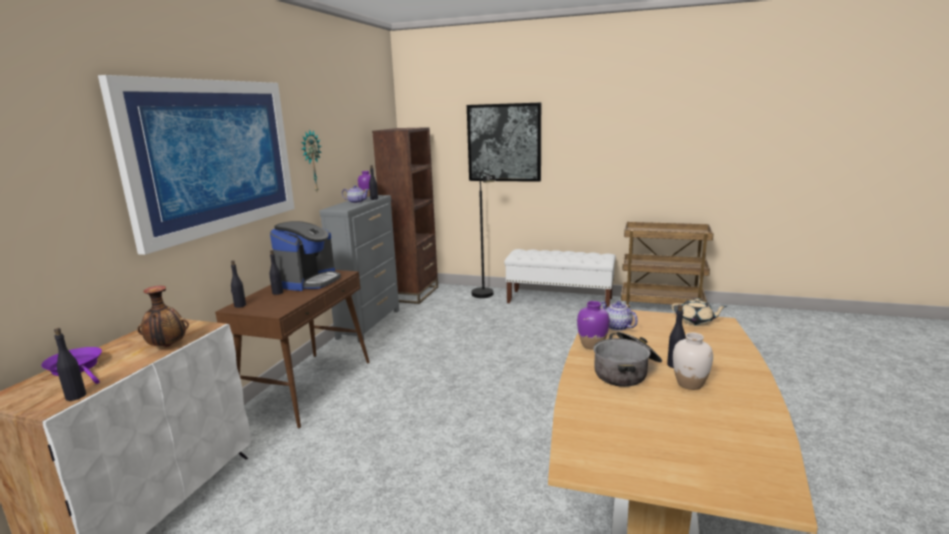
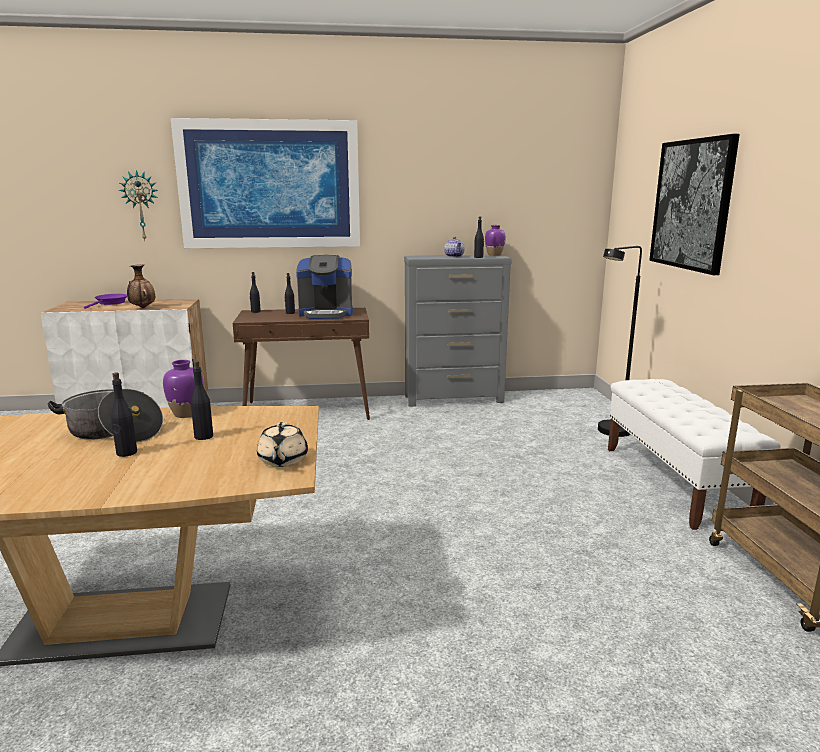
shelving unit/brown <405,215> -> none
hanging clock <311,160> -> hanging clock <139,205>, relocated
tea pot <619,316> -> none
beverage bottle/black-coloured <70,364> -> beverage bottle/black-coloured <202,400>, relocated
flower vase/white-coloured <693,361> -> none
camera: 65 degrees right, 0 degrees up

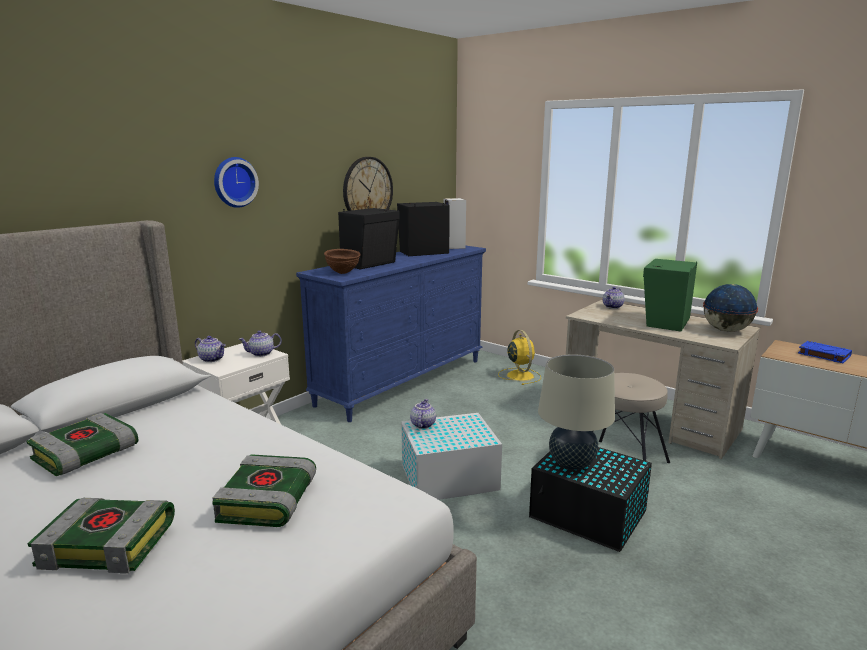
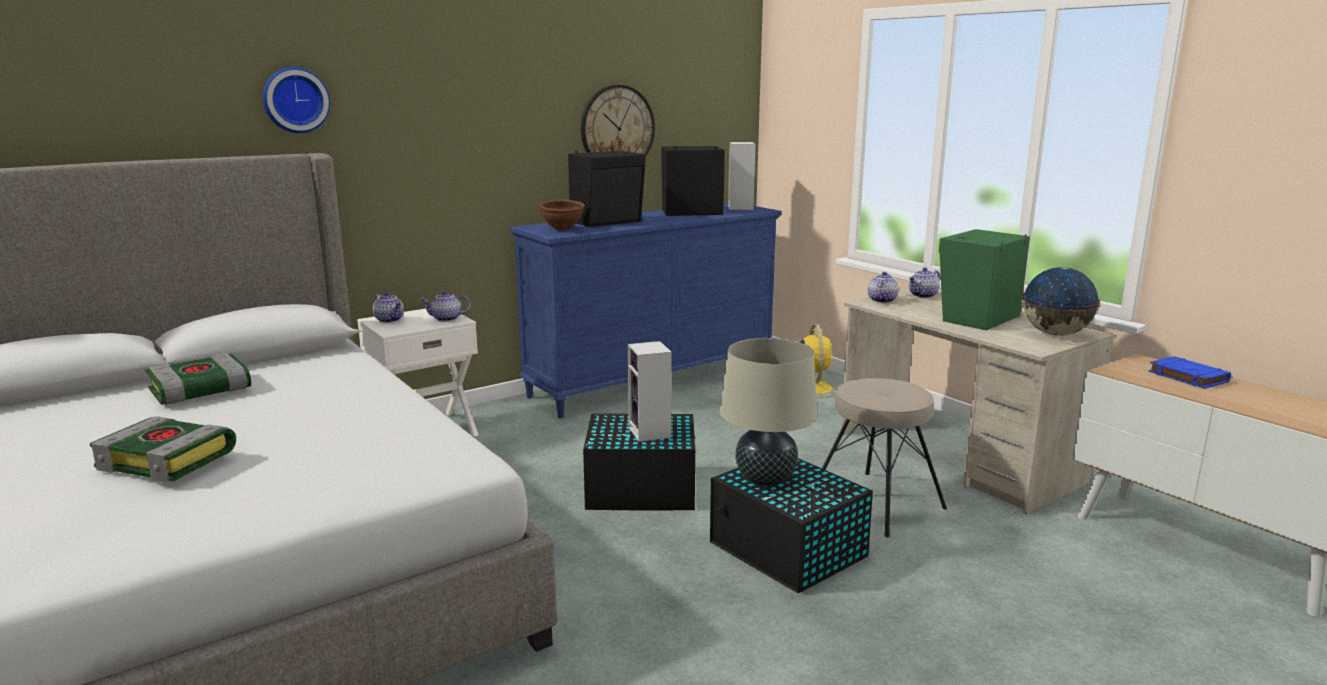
hanging clock <236,182> -> hanging clock <296,100>, relocated
tea pot <423,414> -> tea pot <883,287>, relocated
storage box/white-coloured <451,456> -> storage box/black-coloured <639,462>
book <264,490> -> none
none -> audio speaker <649,391>
camera: 15 degrees right, 0 degrees up

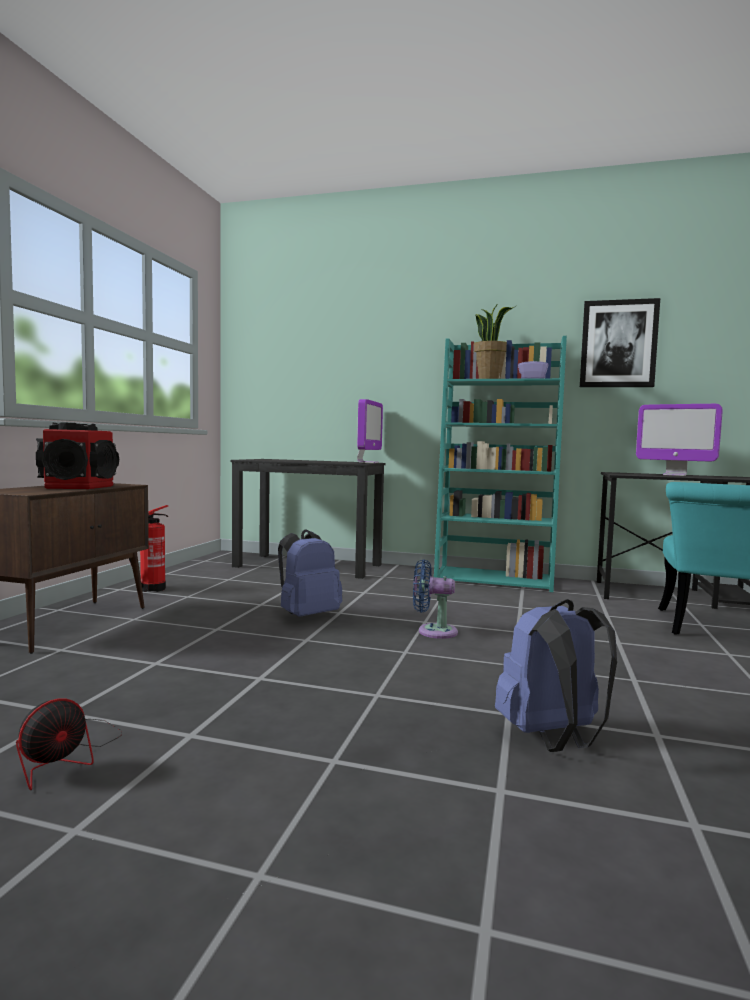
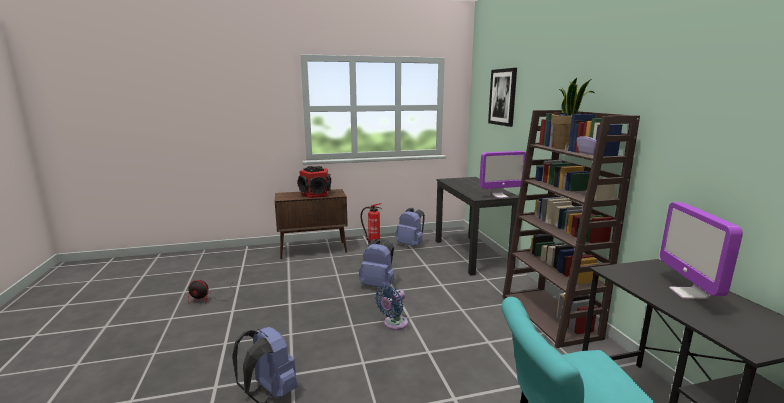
wall picture <620,342> -> wall picture <502,97>, relocated
shelving unit/turquoise-coloured <500,464> -> shelving unit/brown <571,229>
cooling fan/bluish <435,599> -> cooling fan/bluish <391,307>, 120 degrees counterclockwise
none -> knapsack/bluish <410,227>
camera: 60 degrees right, 10 degrees up

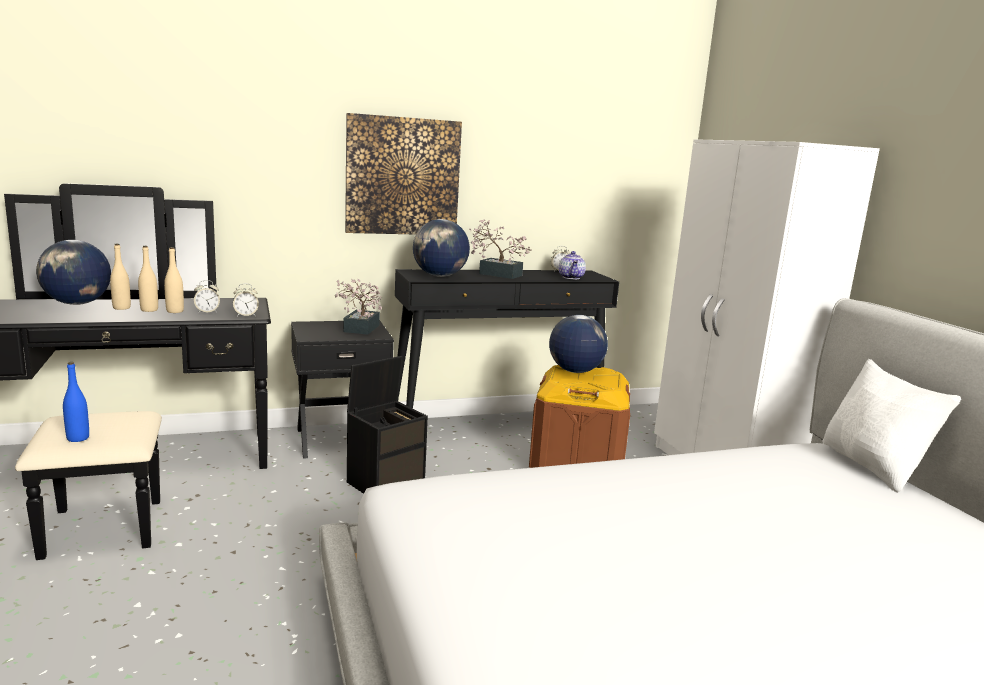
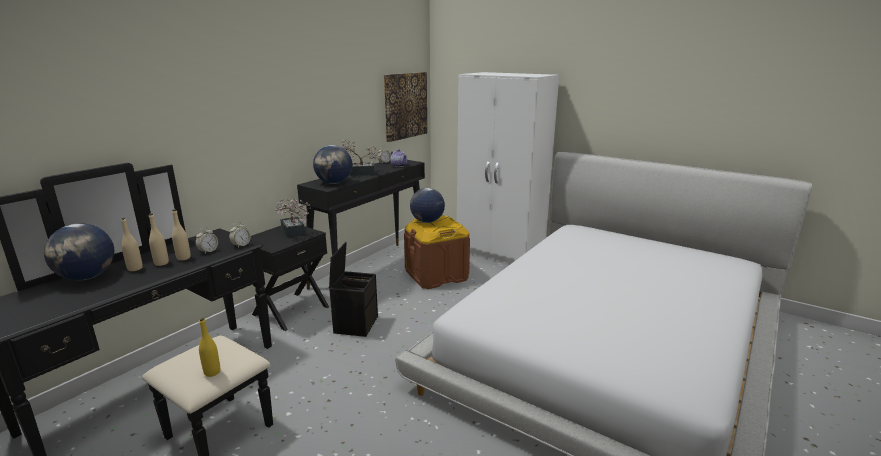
wall picture <403,174> -> wall picture <405,107>, relocated
cushion/white-coloured <891,426> -> none
beverage bottle/bluish <76,402> -> beverage bottle/yellow <209,347>
camera: 35 degrees left, 5 degrees up

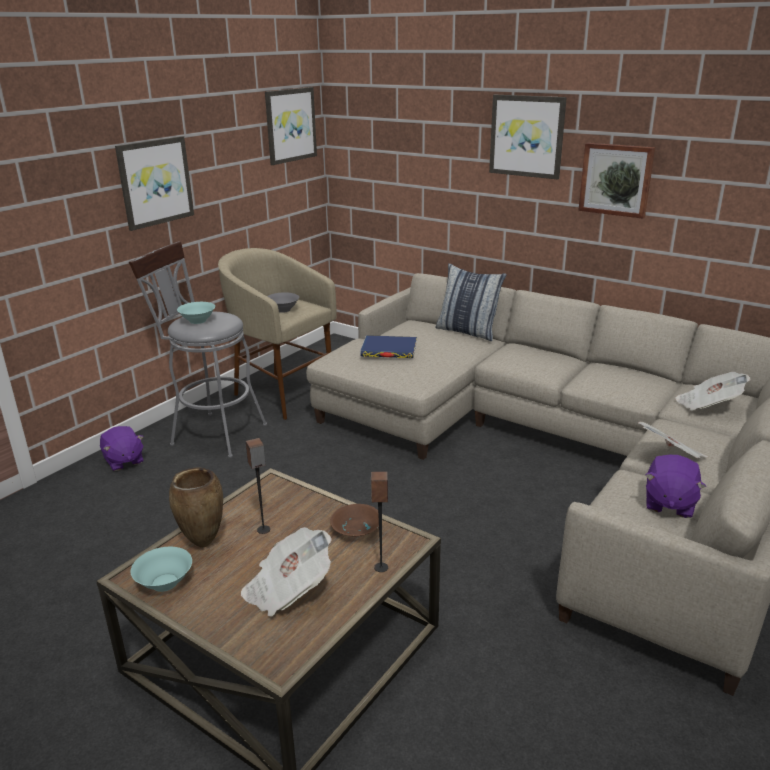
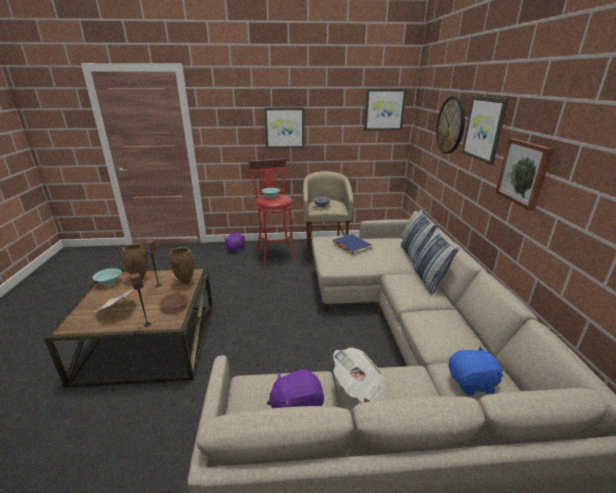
stool seat/grey <198,349> -> stool seat/reddish <273,212>
printed paper <713,391> -> soft toy/bluish <475,371>
none -> hanging clock <450,125>
none -> cushion <436,261>
none -> flower vase/brown <182,265>
camera: 50 degrees right, 0 degrees up

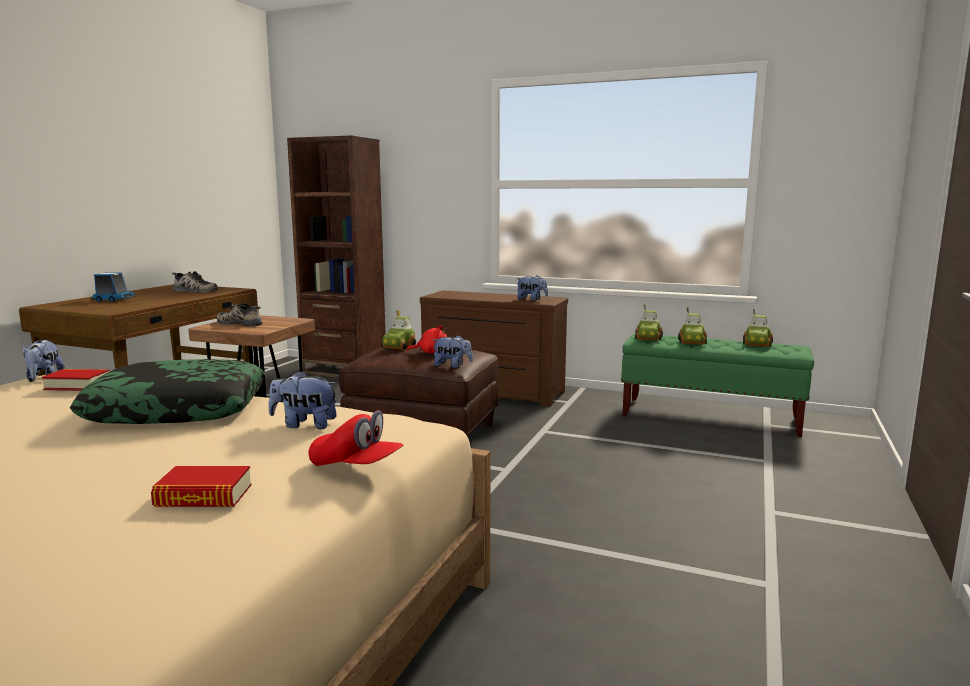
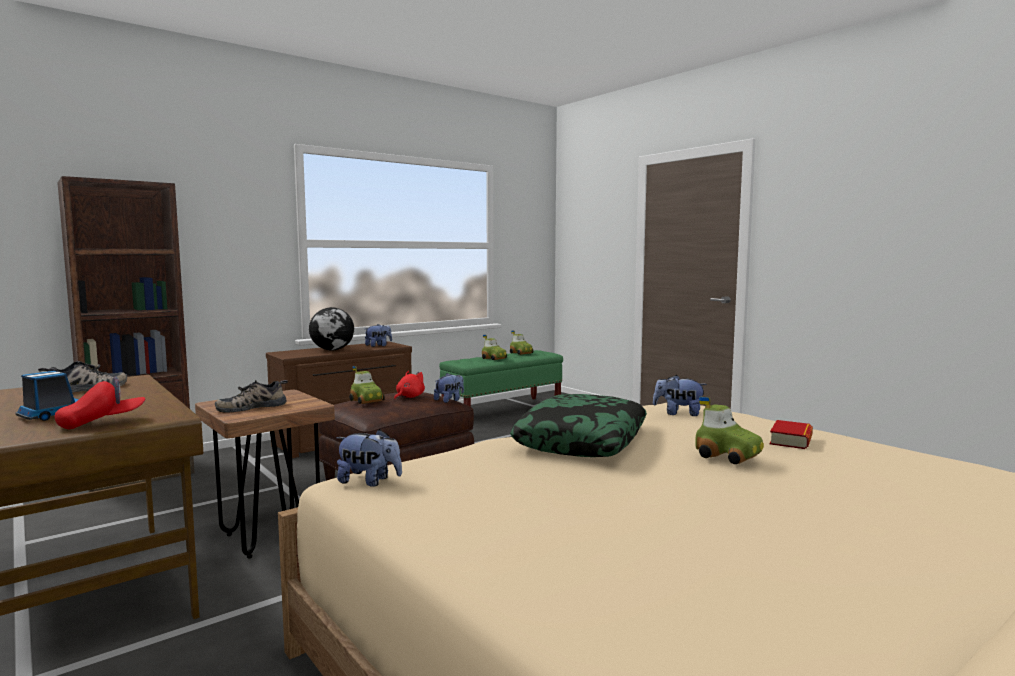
miniature car <649,322> -> miniature car <729,430>, relocated
book <76,380> -> none
soft toy <303,400> -> soft toy <680,395>, 75 degrees clockwise
cap/reddish <356,438> -> cap/reddish <100,402>, relocated
none -> world globe <331,329>
camera: 60 degrees left, 5 degrees down

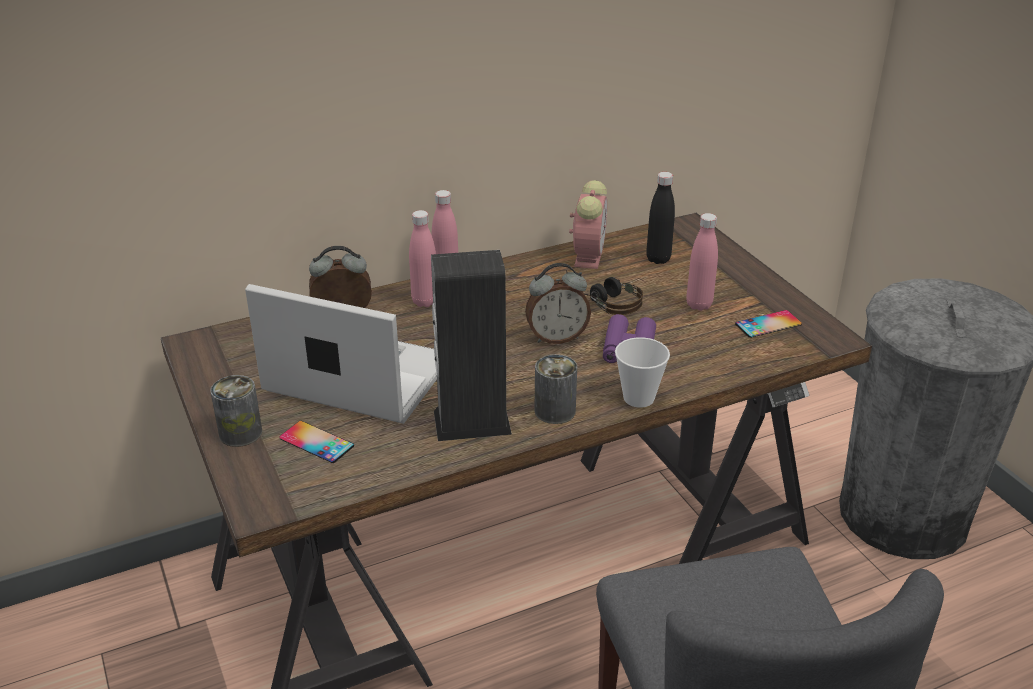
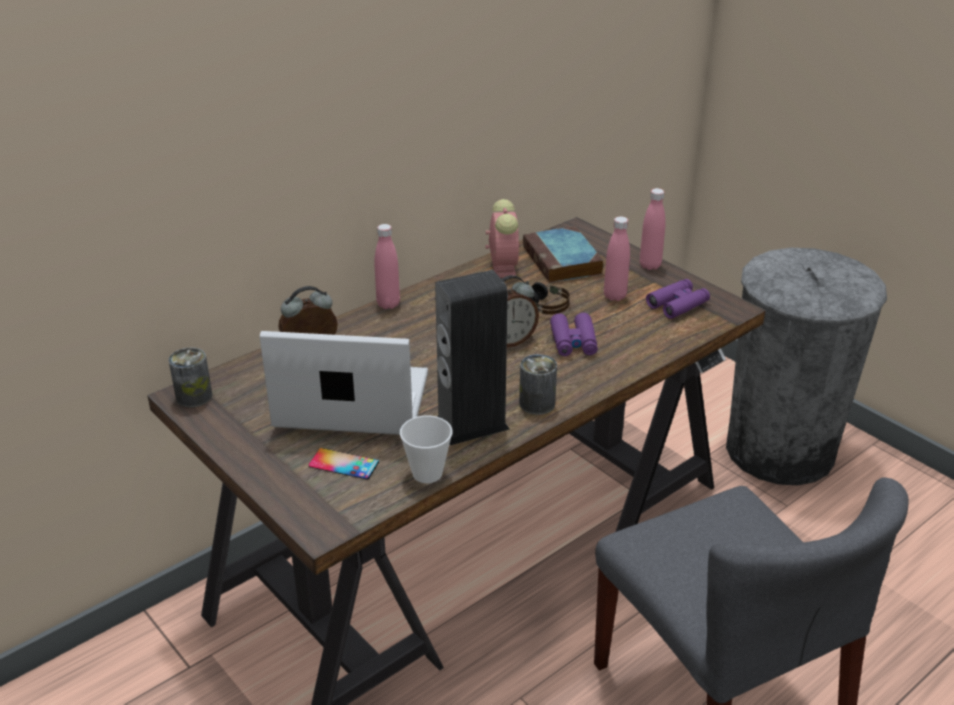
beverage bottle/black-coloured <660,218> -> book <563,254>
beverage bottle/pink <422,258> -> beverage bottle/pink <653,229>, relocated
phone <768,324> -> pair of binoculars/purple <678,299>
small cup <642,372> -> small cup <426,449>, relocated
sealed can <236,411> -> sealed can <191,378>, relocated
camera: 15 degrees left, 0 degrees up

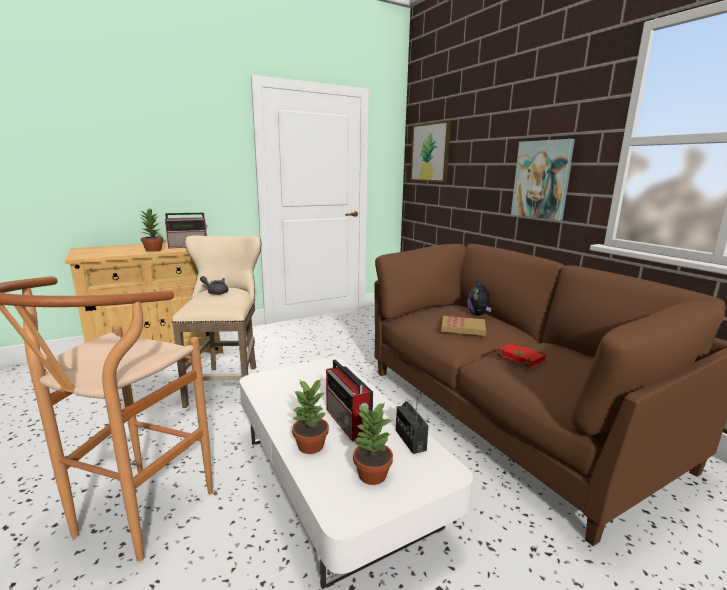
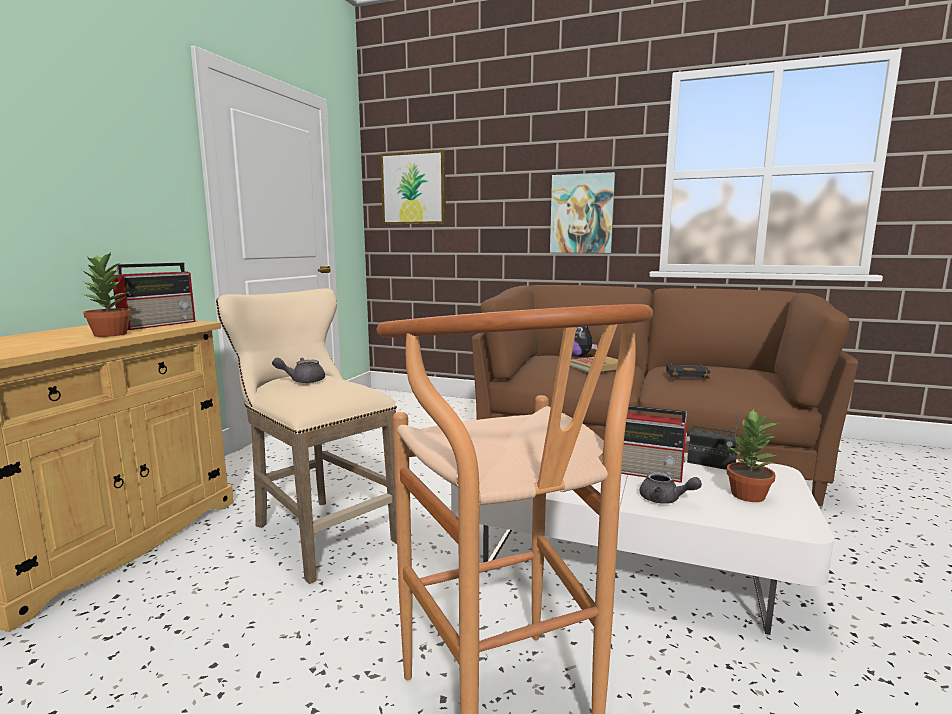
book/reddish <521,355> -> book/black-coloured <688,371>
houseplant <310,416> -> tea pot/grey <671,488>
camera: 40 degrees left, 5 degrees down

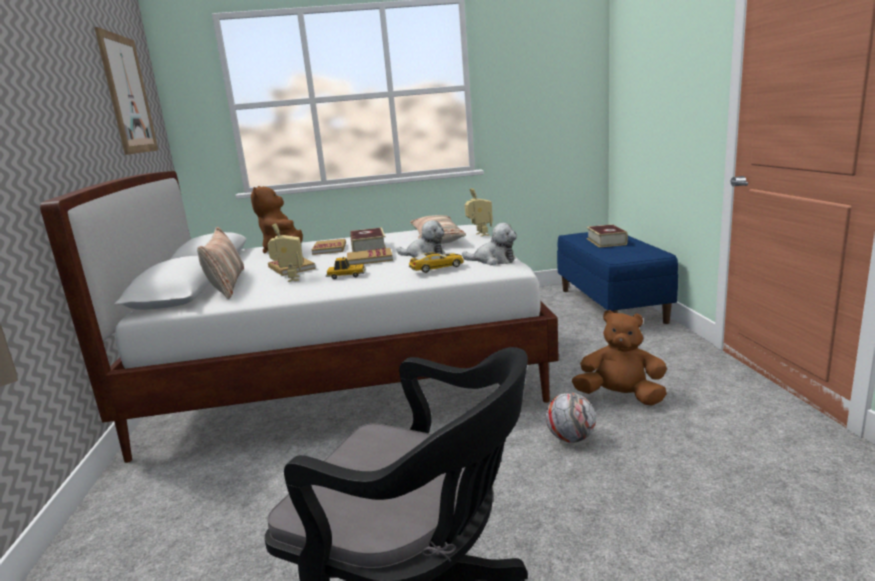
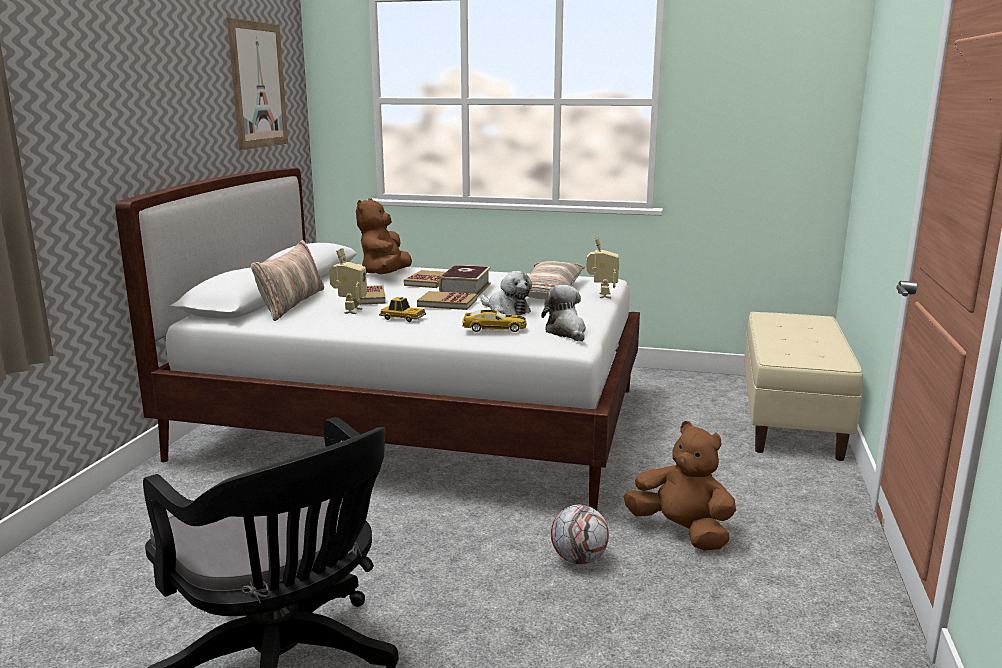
soft toy <489,244> -> soft toy <563,313>, 150 degrees counterclockwise
book <607,236> -> none
long seat/bluish <617,278> -> long seat/beige <803,386>
camera: 20 degrees right, 0 degrees up

